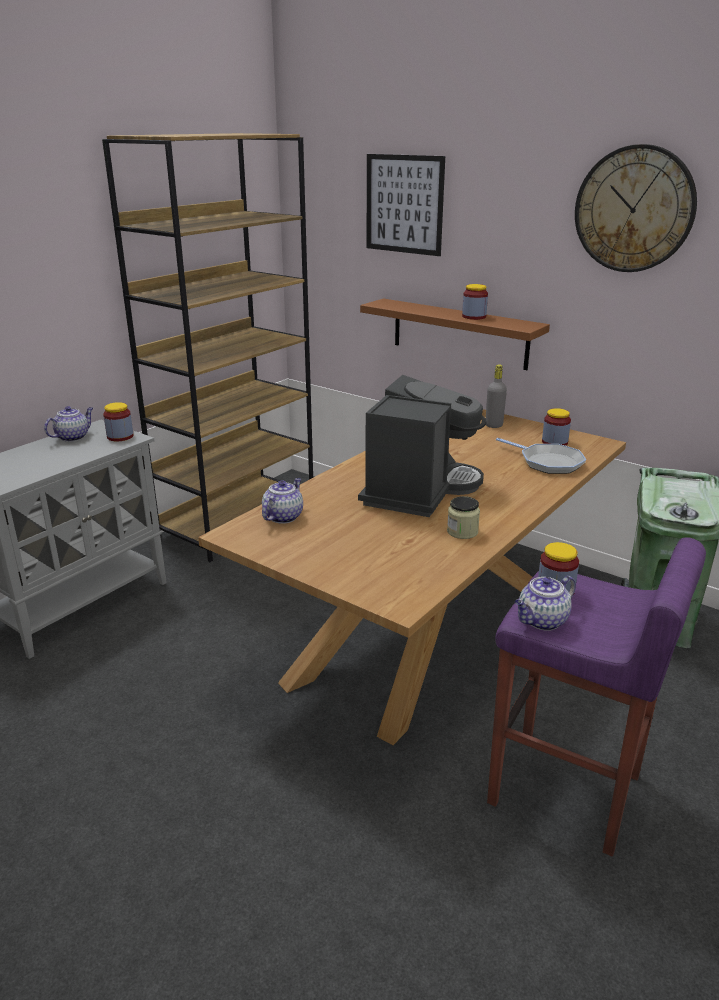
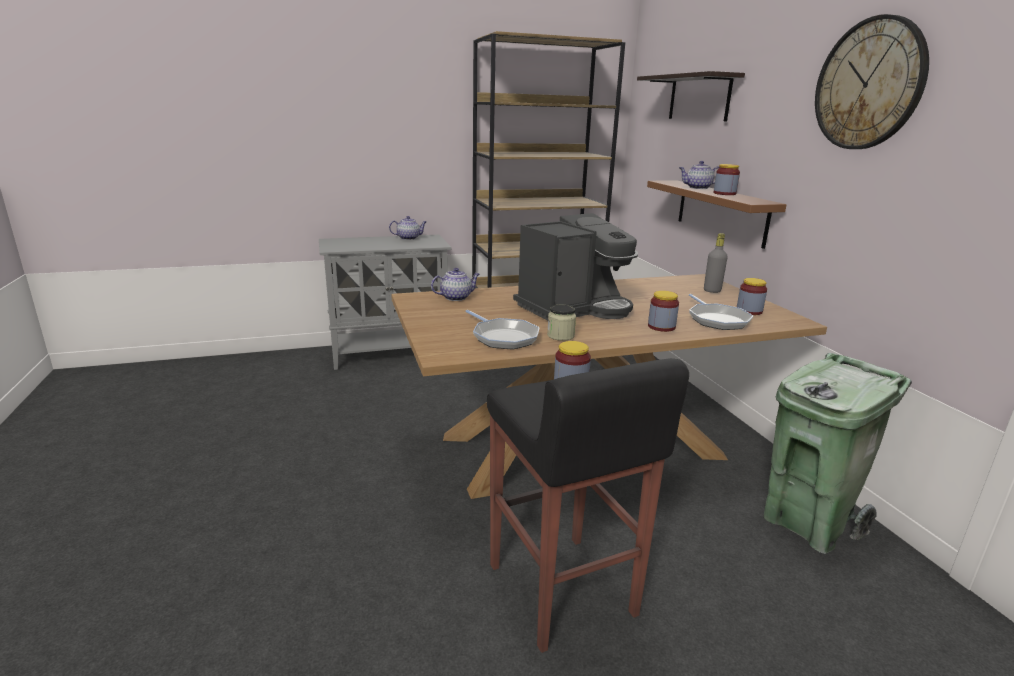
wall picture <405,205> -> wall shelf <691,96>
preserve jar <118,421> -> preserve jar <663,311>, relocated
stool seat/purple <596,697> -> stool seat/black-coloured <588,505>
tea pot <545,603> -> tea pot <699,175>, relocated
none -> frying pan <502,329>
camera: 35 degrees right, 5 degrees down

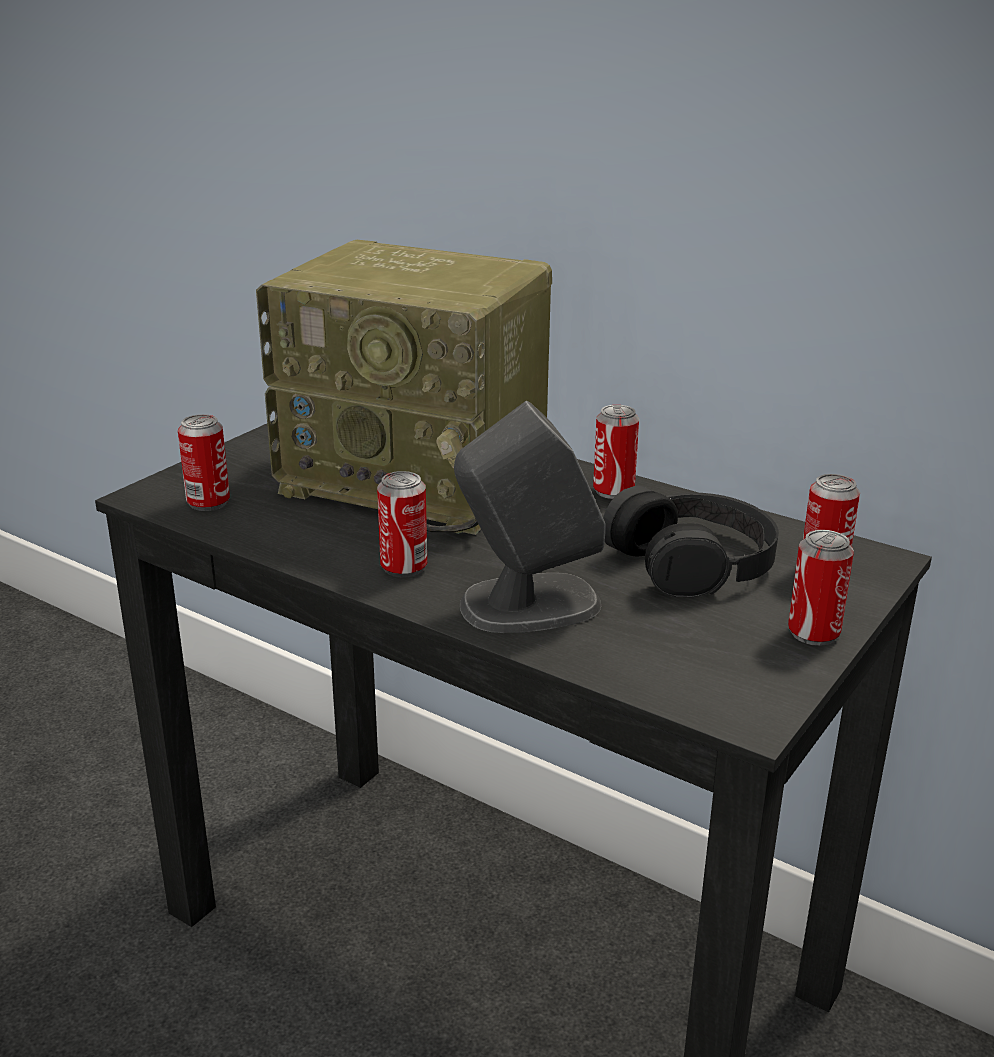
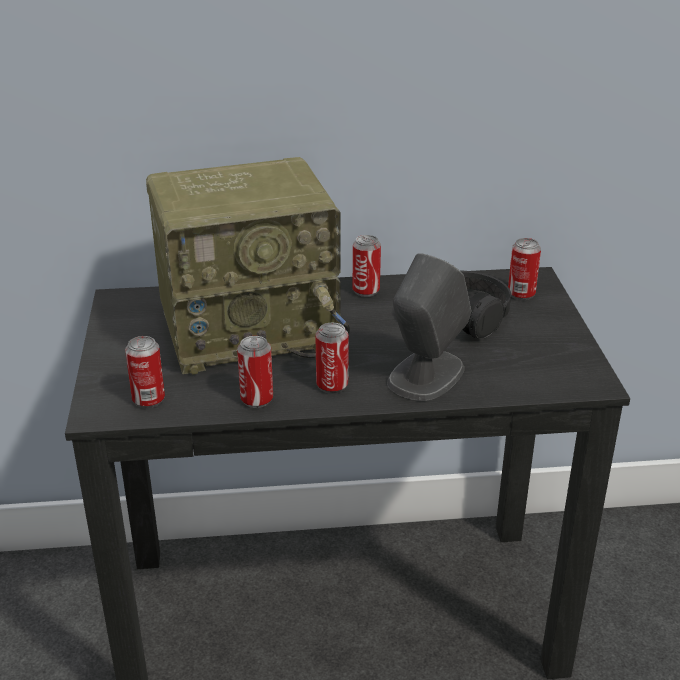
sealed can <821,588> -> sealed can <255,372>, relocated
camera: 40 degrees left, 5 degrees up

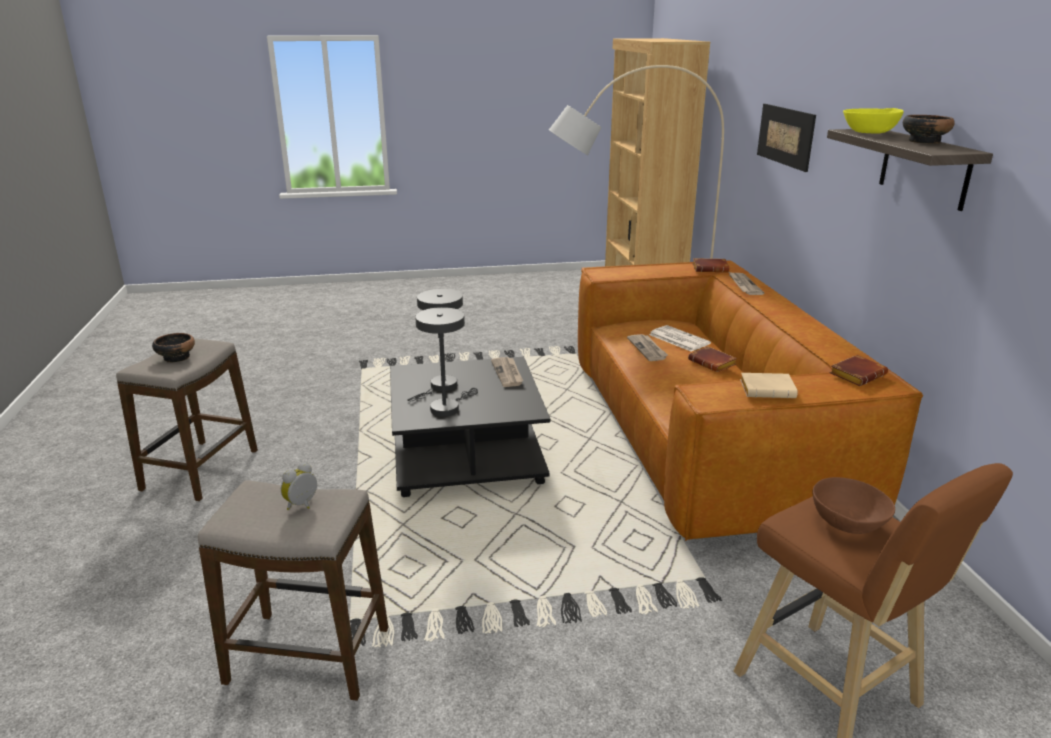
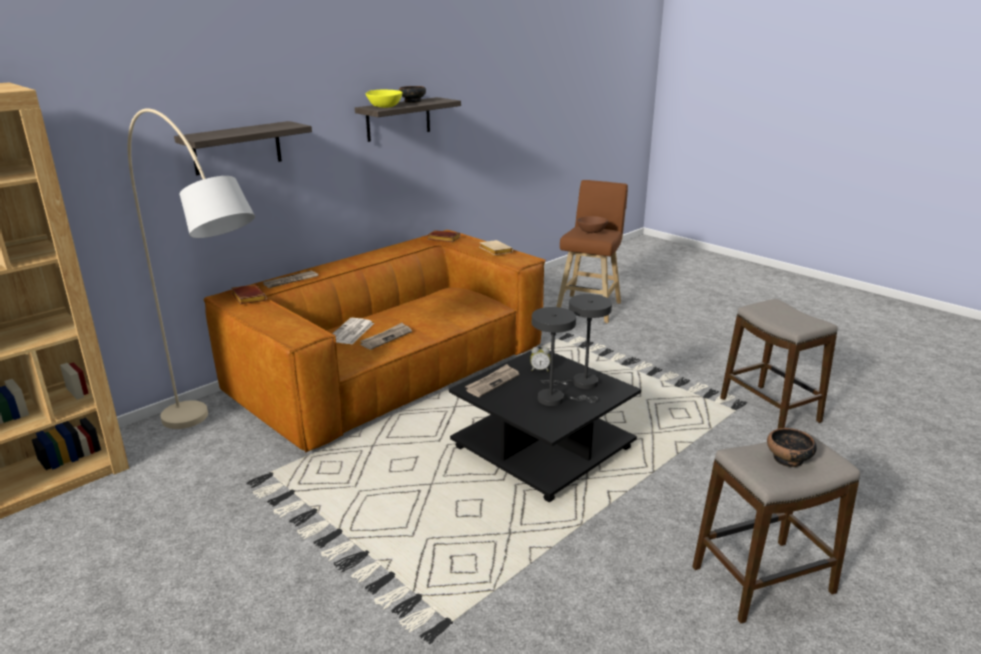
wall picture <786,138> -> wall shelf <243,148>
book/brown <712,359> -> none
table clock <299,486> -> table clock <540,359>, relocated
camera: 125 degrees left, 0 degrees up

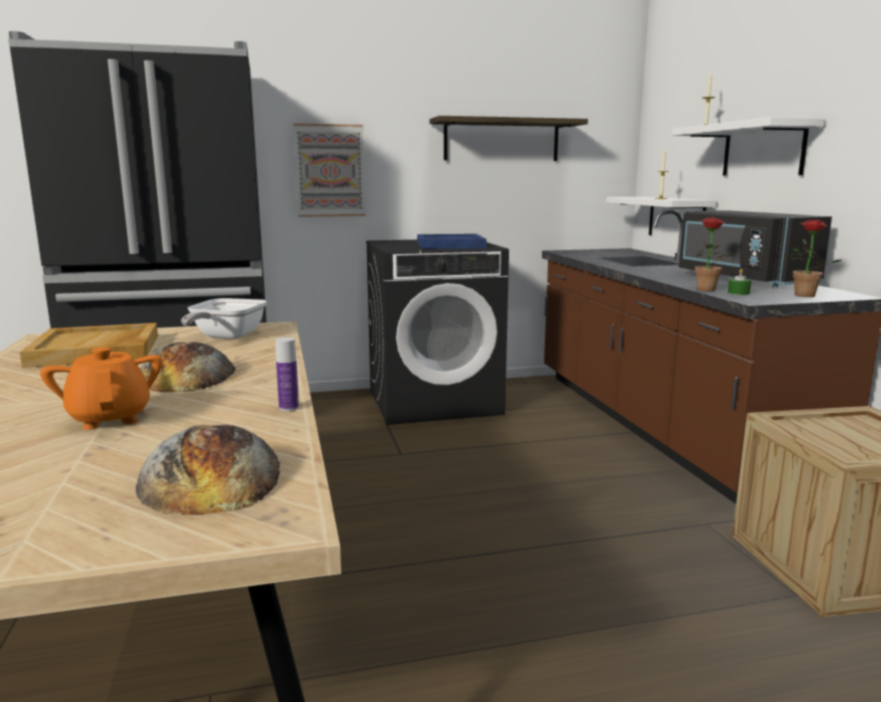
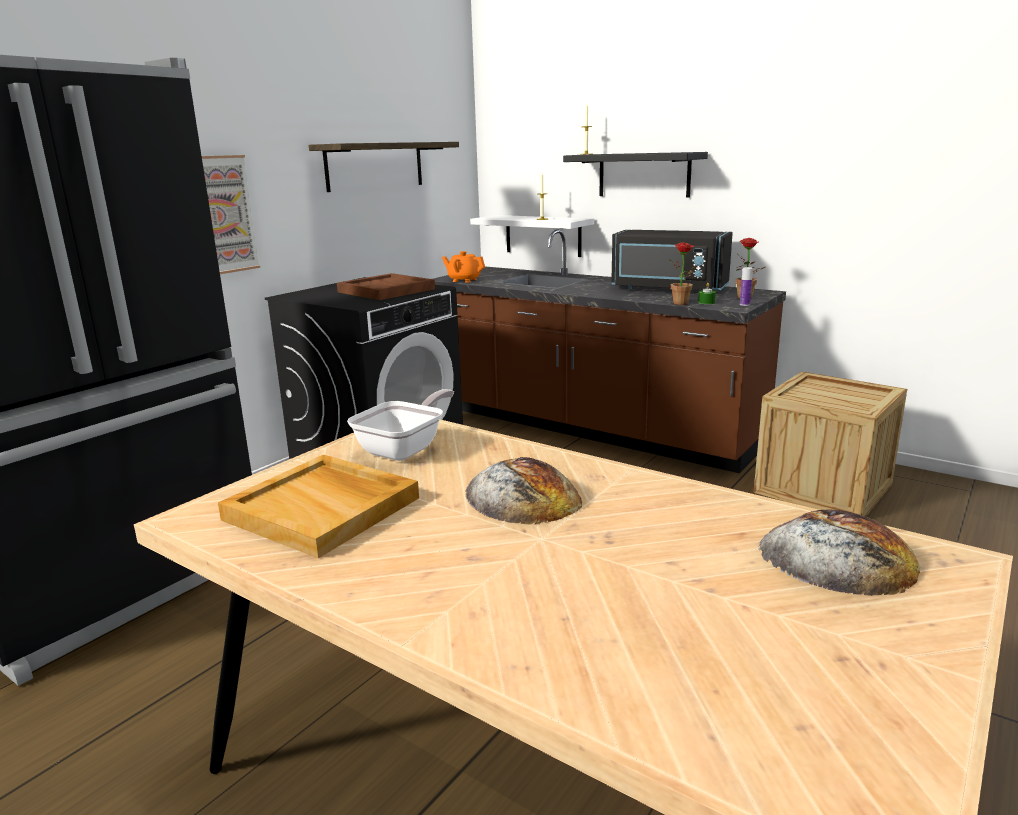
wall shelf/white-coloured <748,146> -> wall shelf/black-coloured <635,175>
tray/bluish <452,241> -> tray/brown <386,286>
frying pan <224,318> -> frying pan <400,425>, 120 degrees counterclockwise
beverage bottle <287,374> -> beverage bottle <746,286>, relocated
tea pot/orange-coloured <101,388> -> tea pot/orange-coloured <463,267>, relocated
camera: 40 degrees left, 5 degrees up

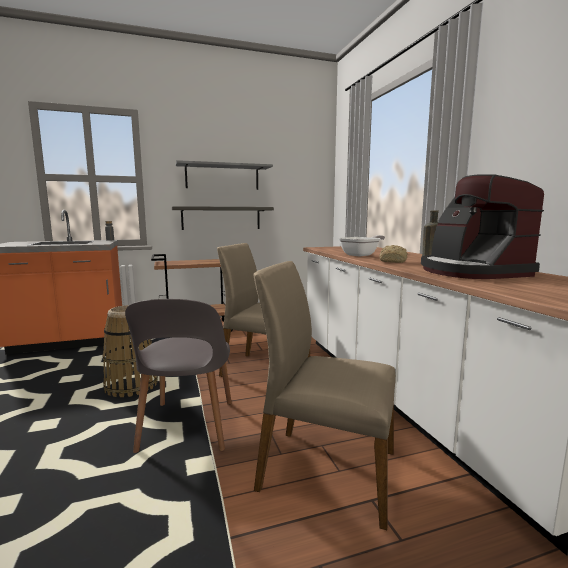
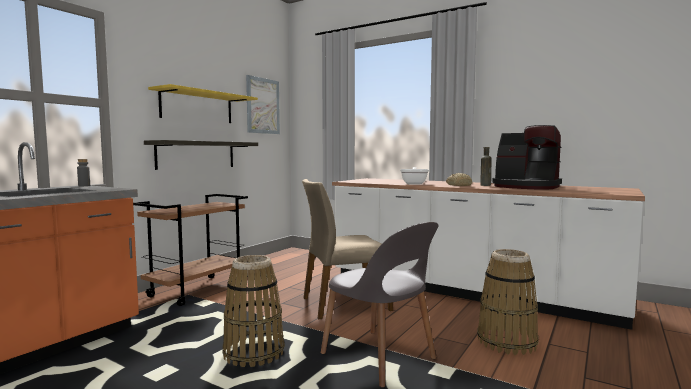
wall shelf/grey <224,175> -> wall shelf/yellow <203,103>
upright chair/beige <324,395> -> storage basket <507,302>
none -> wall picture <263,104>
camera: 40 degrees left, 5 degrees down

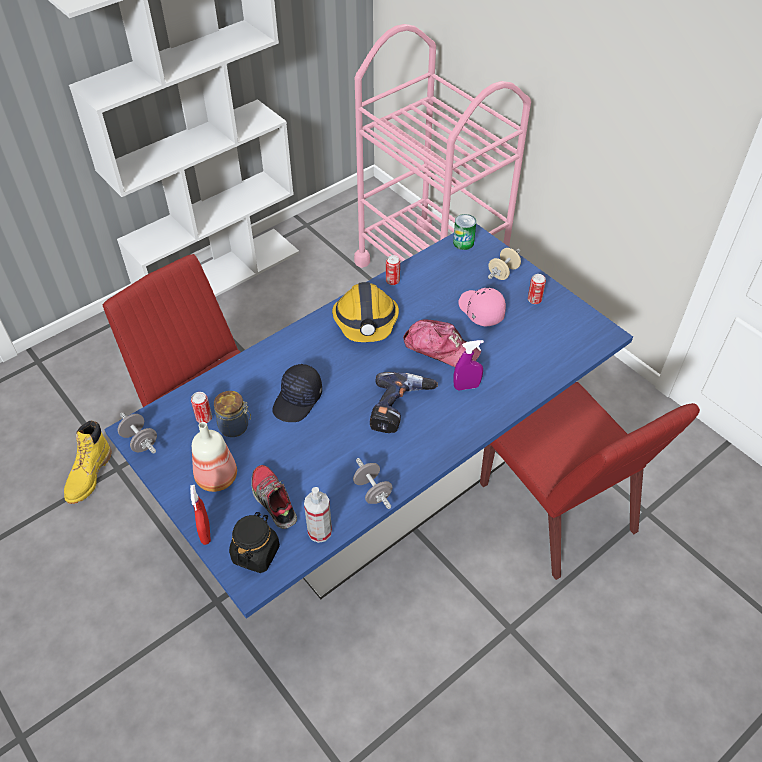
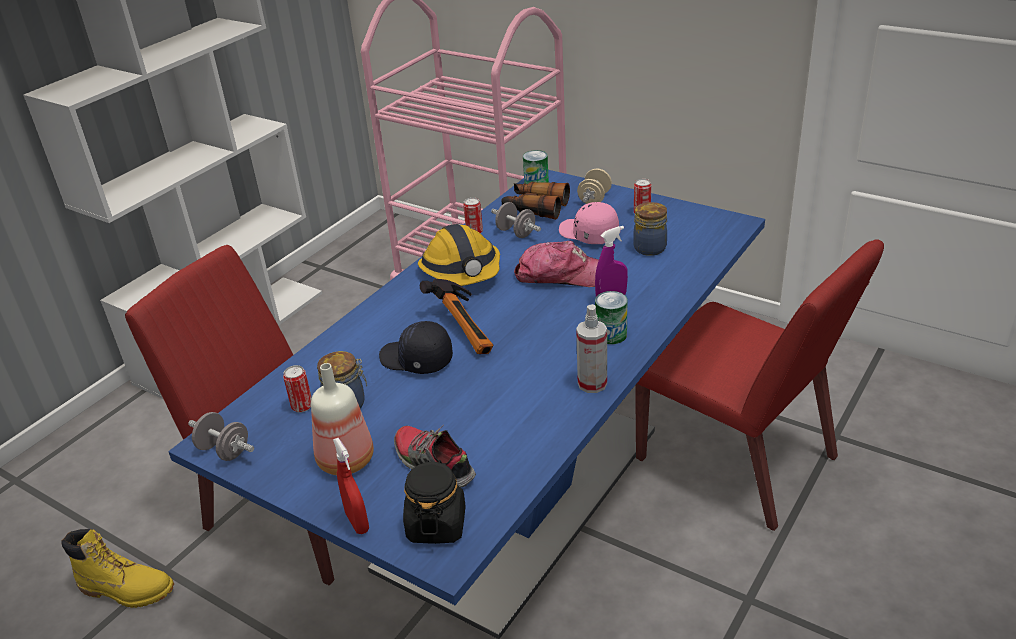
cap/black-coloured <297,393> -> cap/black-coloured <416,347>, 105 degrees clockwise
electric drill <404,402> -> none
tall boot/yellow <88,462> -> tall boot/yellow <117,568>, 75 degrees counterclockwise
dumbbell/grey <373,483> -> dumbbell/grey <516,220>, relocated
sprayer <318,515> -> sprayer <591,348>, relocated
none -> pair of binoculars <535,201>
none -> preserve jar <650,229>
none -> tool hammer <456,316>
none -> sealed can <611,317>
camera: 15 degrees left, 15 degrees down

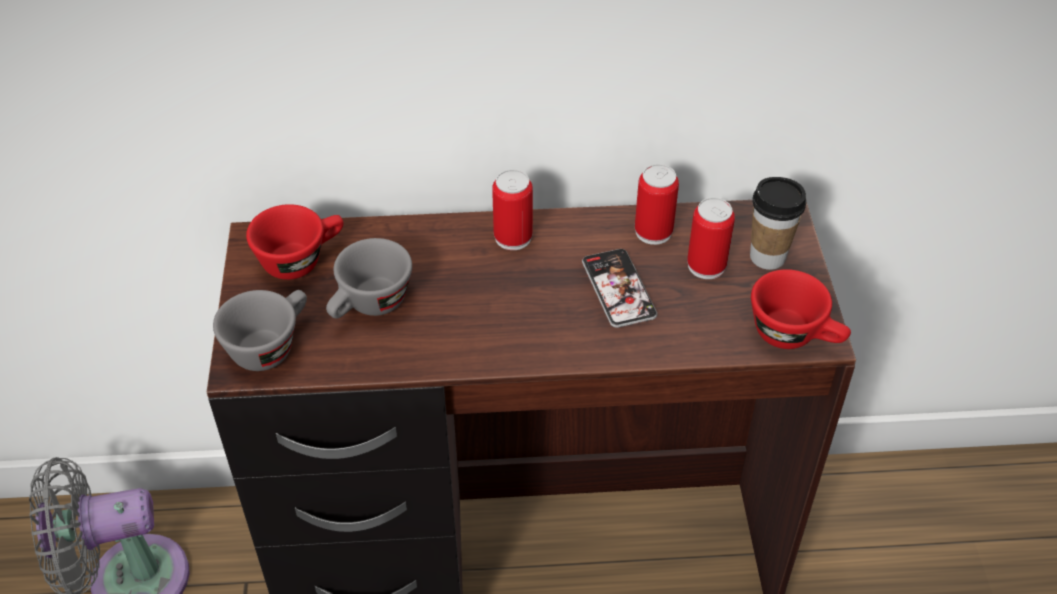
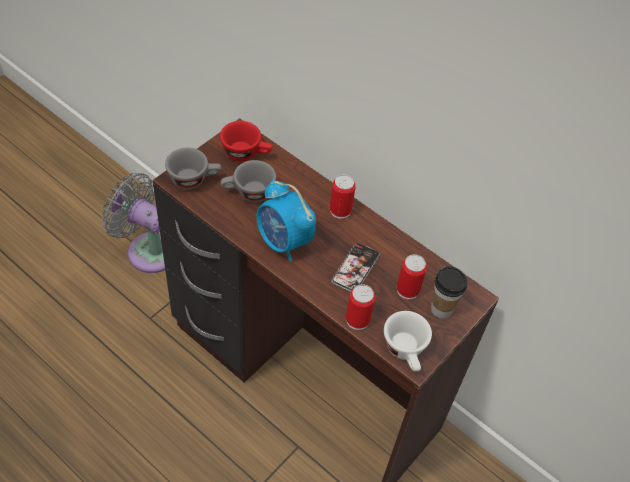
sealed can <657,204> -> sealed can <360,307>, relocated
small cup/reddish <801,309> -> small cup/white-coloured <408,341>
none -> table clock <286,220>
camera: 40 degrees right, 5 degrees up

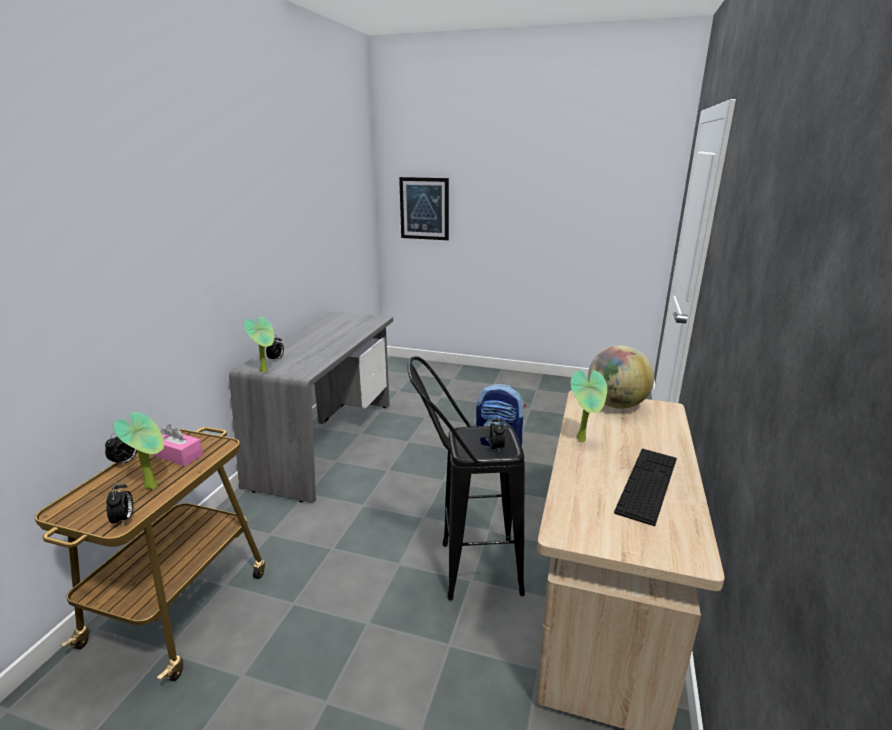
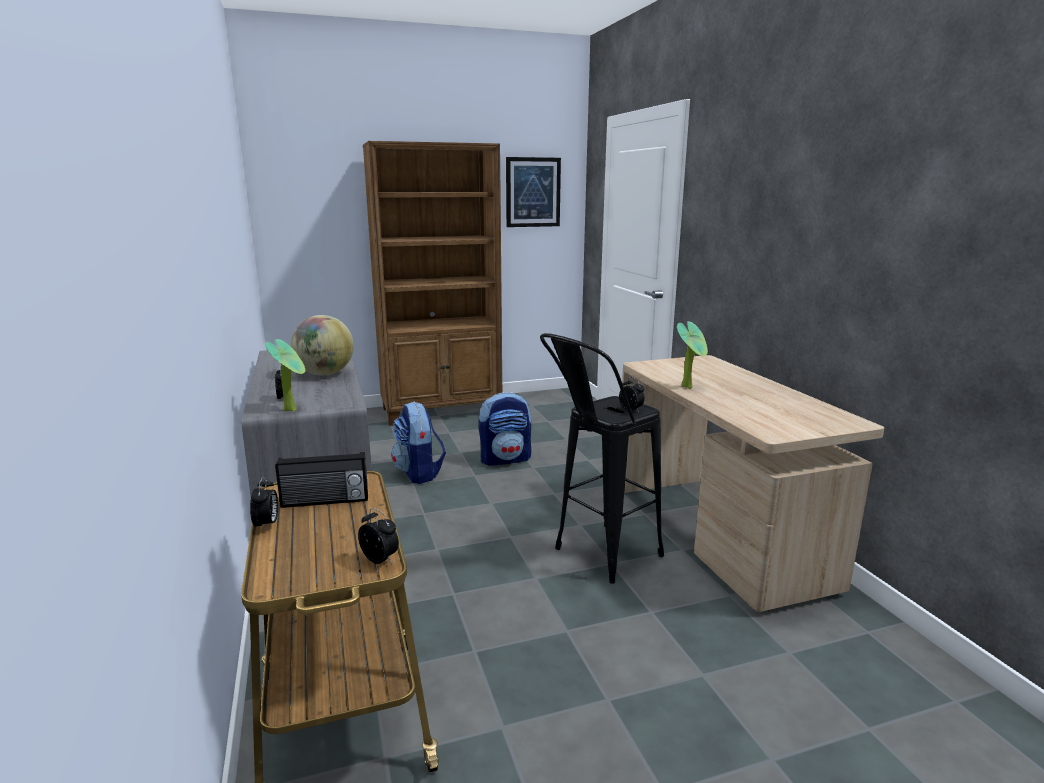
wall picture <424,208> -> wall picture <533,192>, relocated
world globe <621,377> -> world globe <322,345>, relocated
houseplant <138,451> -> none
tissue box/pink <178,445> -> radio <321,480>
computer keyboard <645,487> -> none
none -> shelving unit/brown <432,283>
none -> knapsack <418,442>
camera: 35 degrees left, 5 degrees down

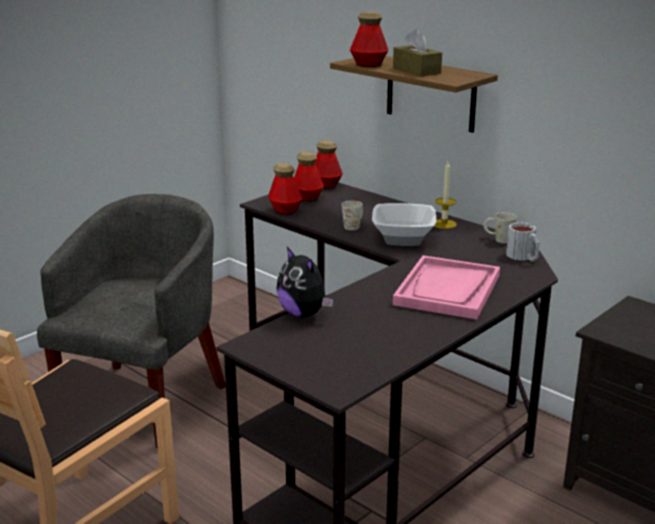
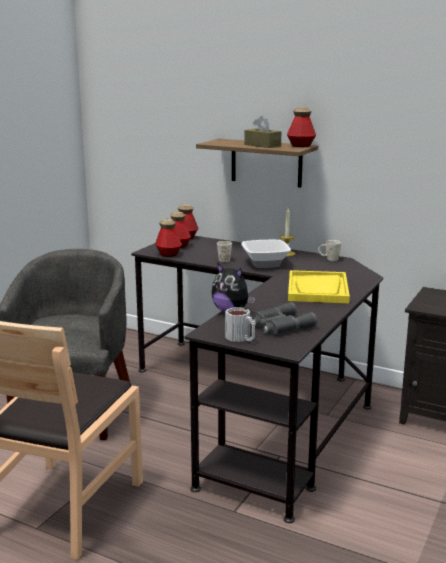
beverage bottle <369,39> -> beverage bottle <301,127>, relocated
tea mug <523,242> -> tea mug <240,324>, relocated
tray/pink <446,287> -> tray/yellow <319,286>
none -> pair of binoculars/grey <284,318>
camera: 15 degrees left, 5 degrees down

